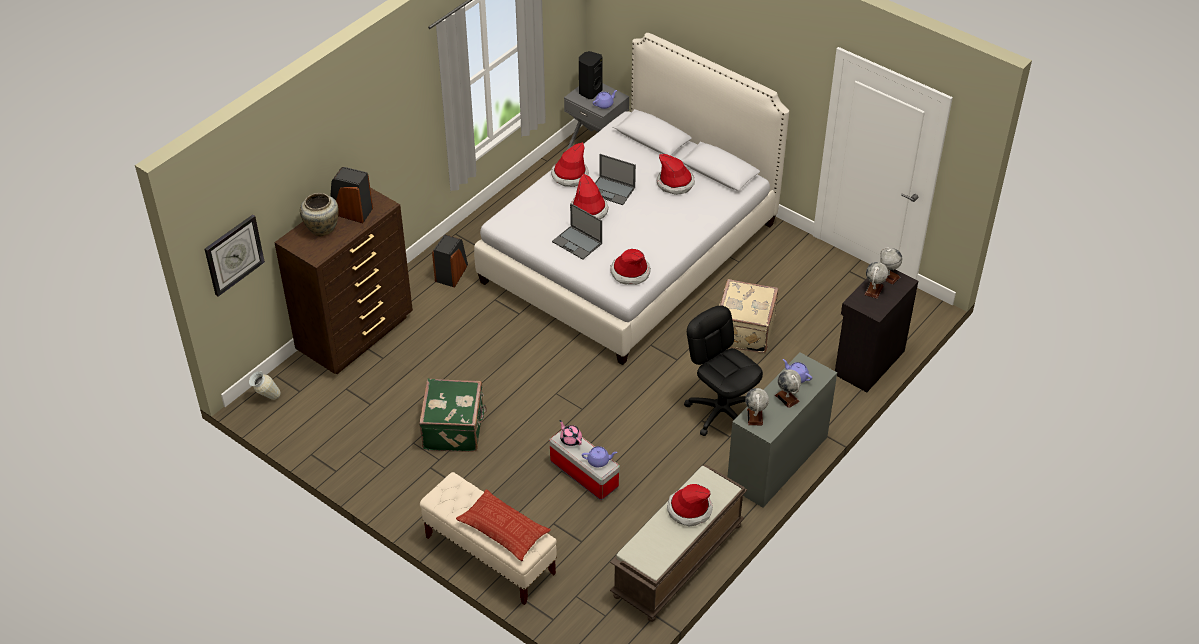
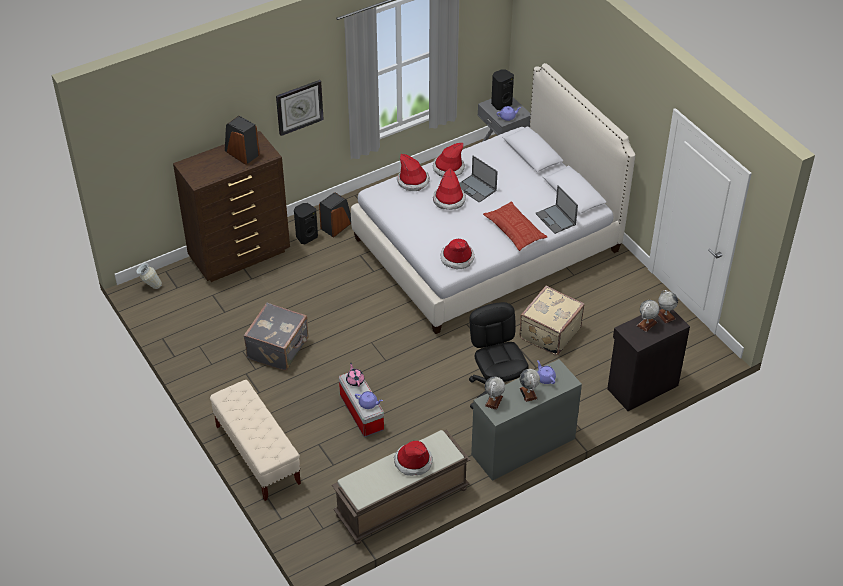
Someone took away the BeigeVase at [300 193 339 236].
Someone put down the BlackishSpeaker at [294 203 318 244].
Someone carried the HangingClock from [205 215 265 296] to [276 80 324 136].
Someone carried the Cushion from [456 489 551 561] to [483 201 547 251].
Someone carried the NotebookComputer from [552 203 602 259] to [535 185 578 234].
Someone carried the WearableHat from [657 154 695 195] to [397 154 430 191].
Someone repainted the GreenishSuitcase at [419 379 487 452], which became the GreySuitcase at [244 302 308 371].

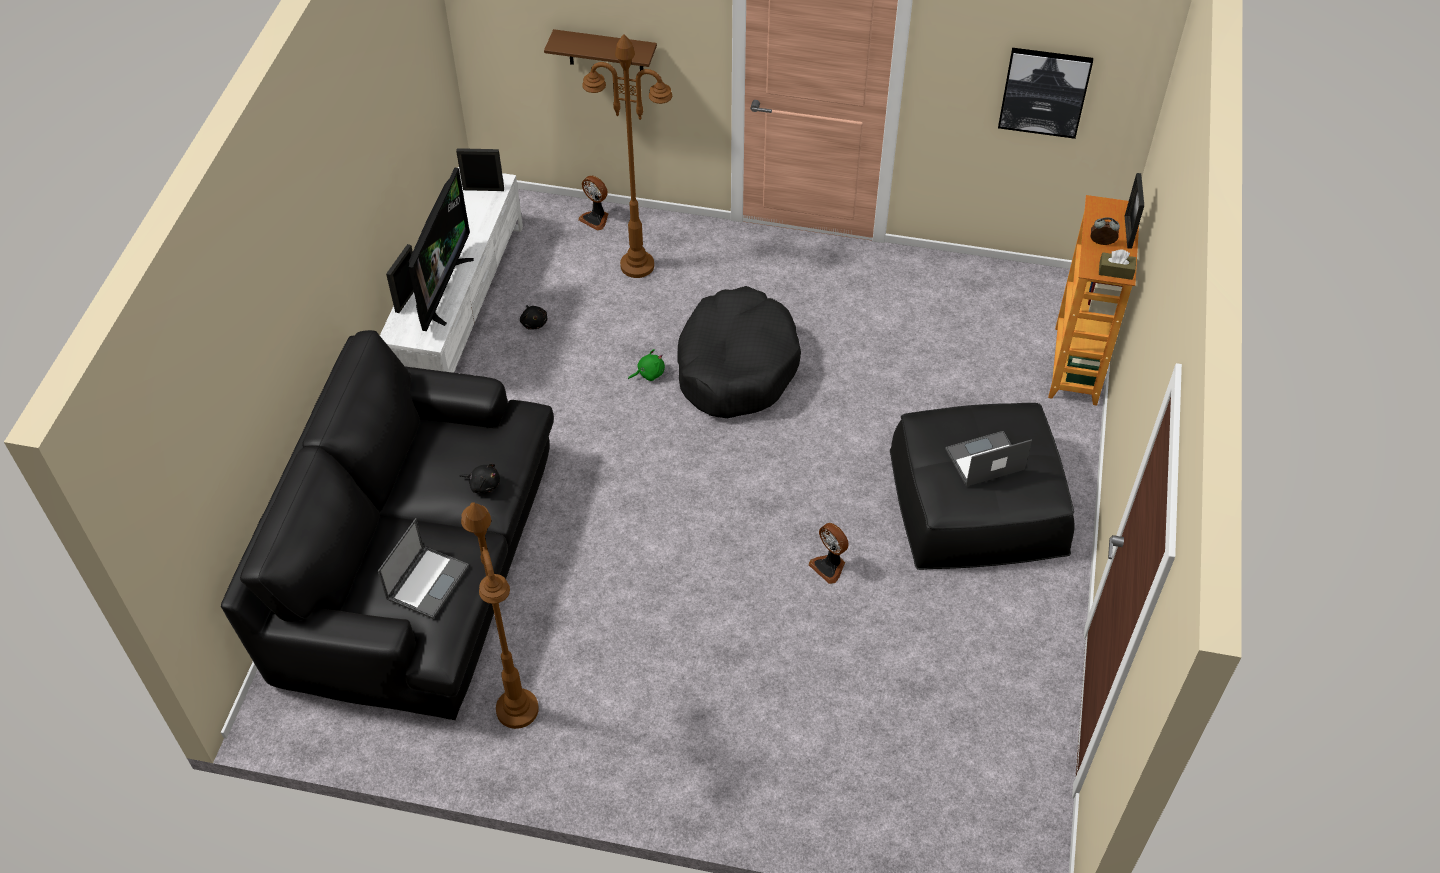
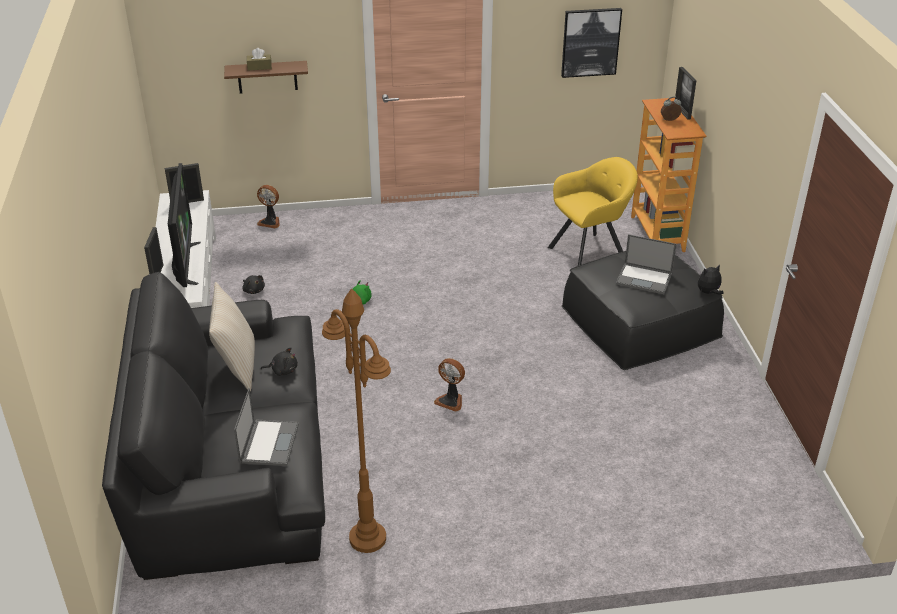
Someone took away the BrownishFloorLamp at [582 34 672 278].
Someone took away the BlackishPetBed at [678 286 801 418].
Someone put down the BeigeCushion at [209 282 255 391].
Someone put down the YellowColouredLoungeChair at [548 157 638 266].
Someone put down the CuddlyToy at [698 265 723 295].
Someone carried the ElectricFan from [809 523 849 584] to [434 358 465 412].
Someone carried the BrownishTissueHolder from [1099 250 1136 280] to [247 48 272 71].
Someone rotated the NotebookComputer at [945 431 1032 487] by 120 degrees counterclockwise.

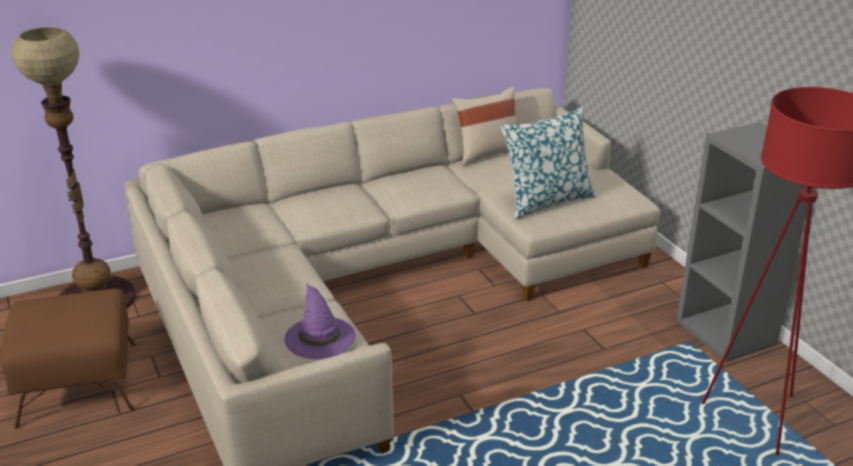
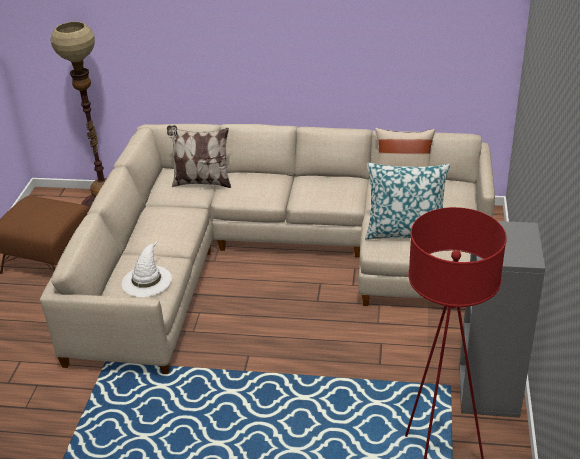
Someone put down the Cushion at [167 125 231 188].
Someone repainted the PurpleWearableHat at [285 283 355 359], which became the WhitishWearableHat at [122 242 172 297].

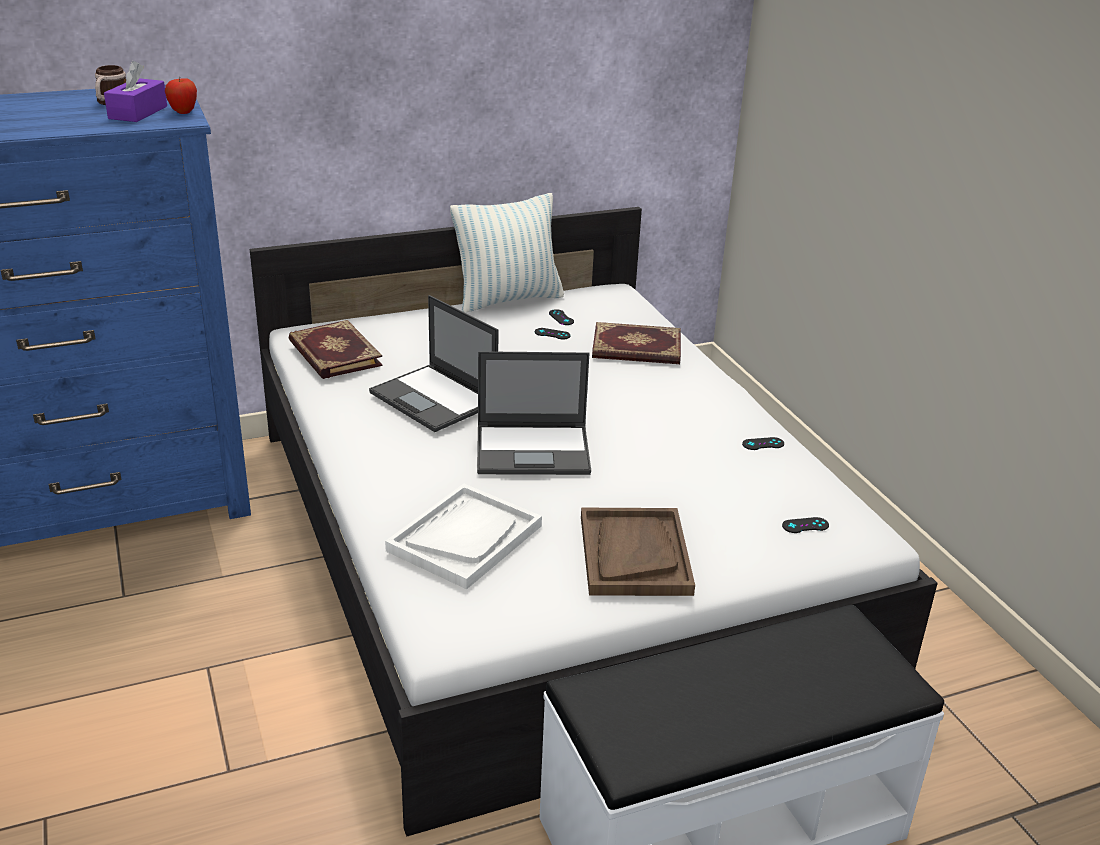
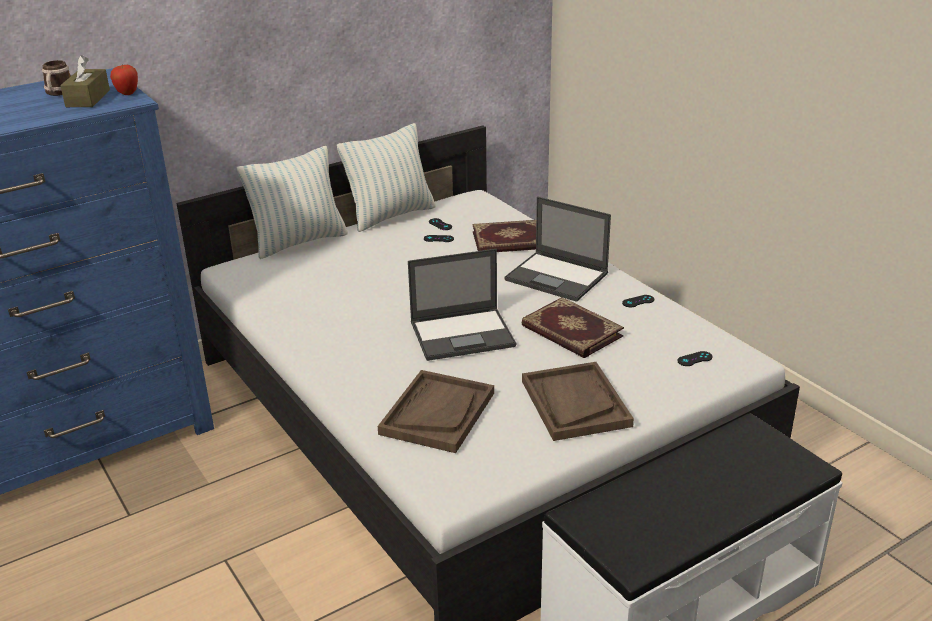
Someone put down the Cushion at [237 146 348 259].
Someone carried the Volume from [289 320 383 379] to [521 297 624 358].
Someone carried the NotebookComputer from [369 295 499 432] to [504 197 611 302].
Someone repainted the PurpleTissueHolder at [104 61 167 122], which became the BrownishTissueHolder at [60 55 110 107].
Someone repainted the WhitishCarryingTray at [385 484 542 589], which became the BrownishCarryingTray at [378 370 494 453].

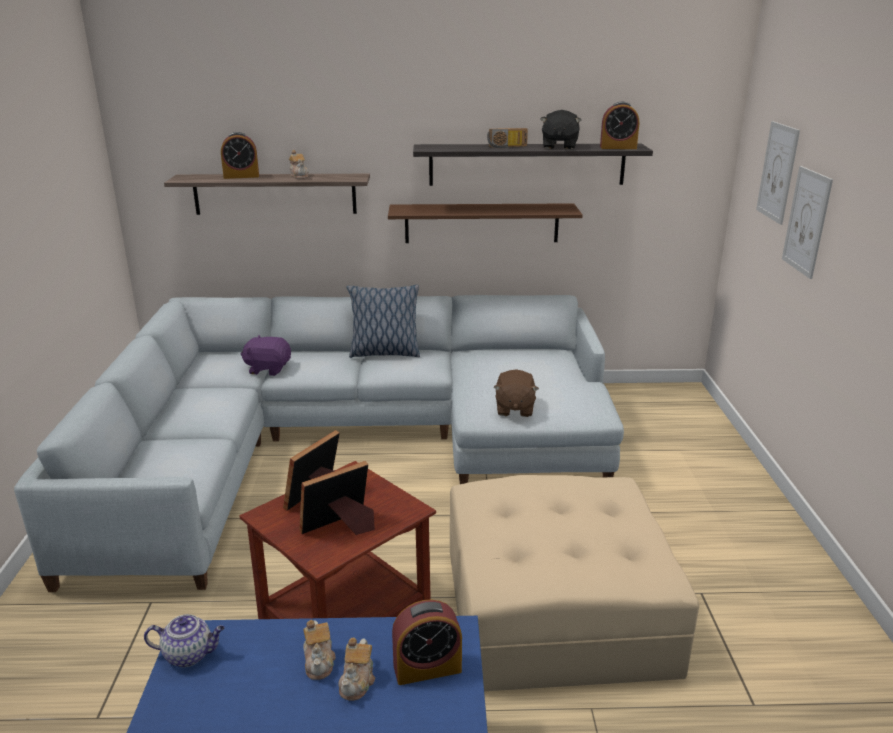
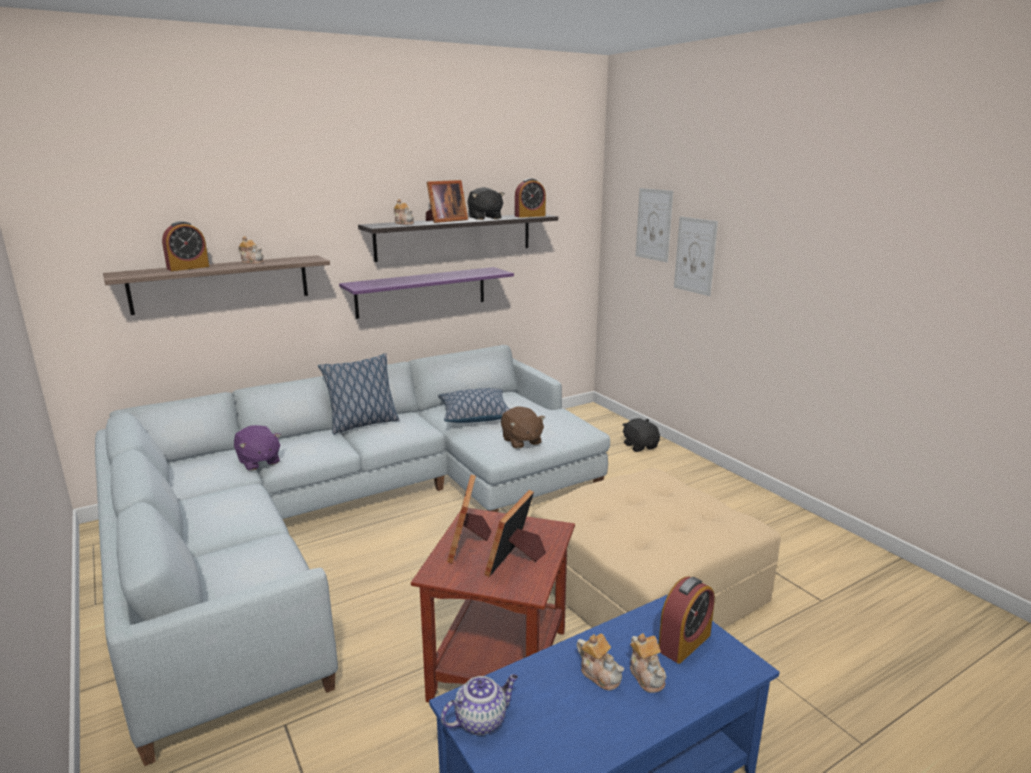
Someone put down the TeaPot at [394 199 414 225].
Someone put down the Cushion at [438 388 509 423].
Someone put down the BlackishCuddlyToy at [622 418 660 452].
Someone swapped the RadioSet at [487 128 528 148] for the PictureFrame at [426 180 468 223].
Someone repainted the BrownishShelf at [388 203 583 243], which became the PurpleShelf at [339 267 514 319].
Someone rotated the PurpleCuddlyToy at [241 335 291 376] by 105 degrees counterclockwise.

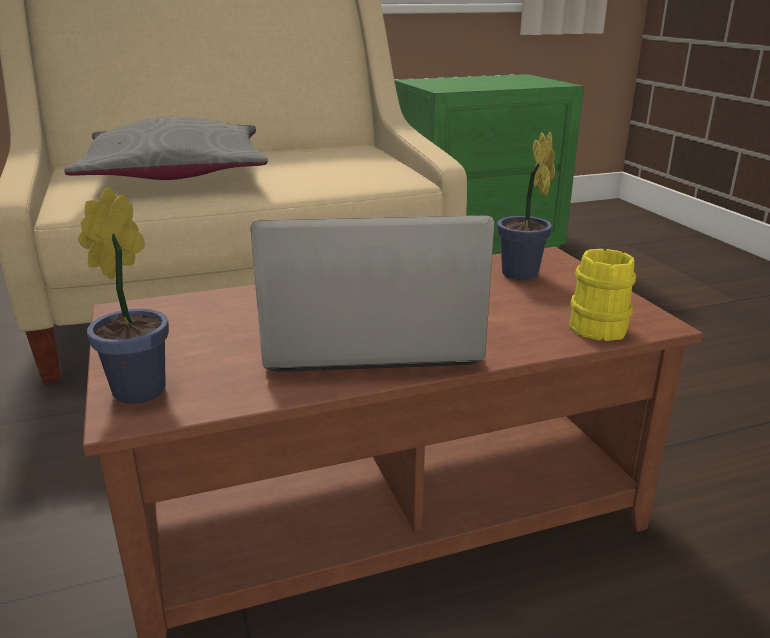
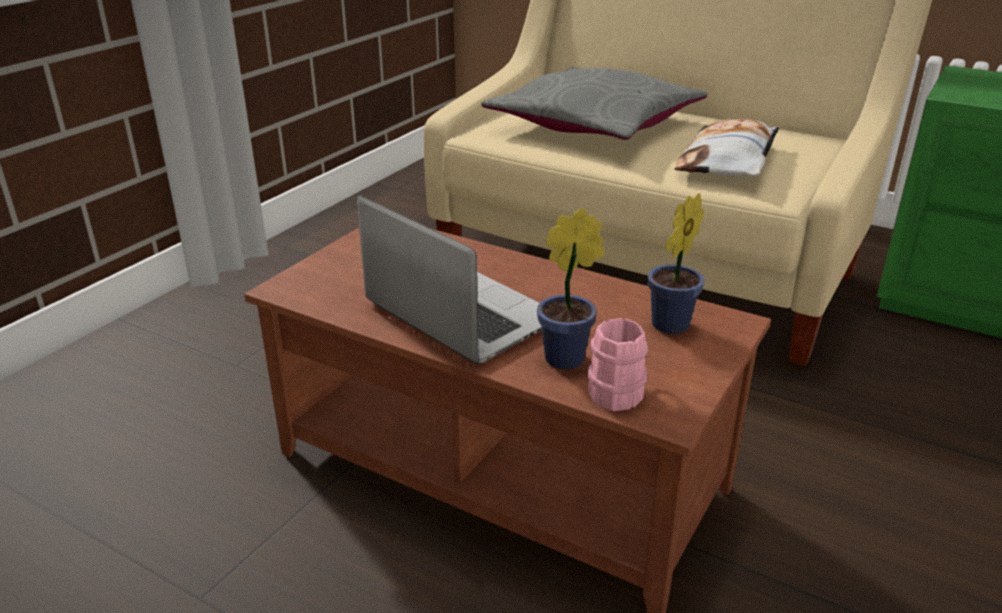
Someone put down the Cushion at [674 119 779 177].
Someone carried the PottedPlant from [78 187 169 404] to [537 208 604 369].
Someone repainted the YellowColouredCoffeeMug at [569 249 636 341], which became the PinkCoffeeMug at [588 318 648 411].

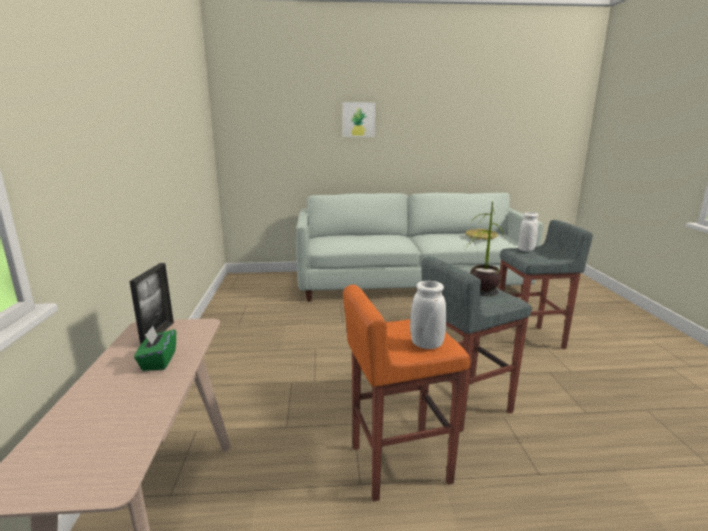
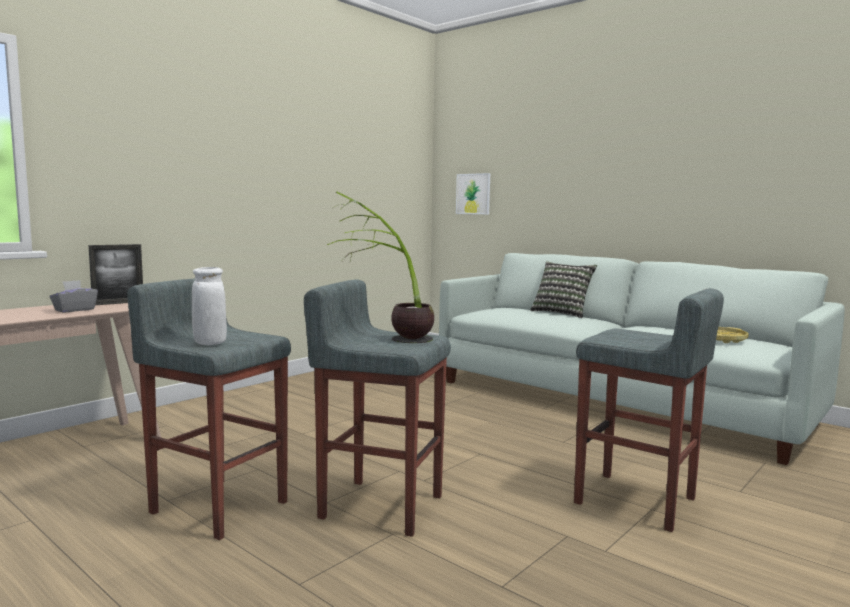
Someone took away the WhitishVase at [518 212 538 252].
Someone put down the Cushion at [530 261 597 318].
Someone carried the WallArt from [343 103 375 137] to [456 173 490 214].
Someone repainted the GreenishTissueHolder at [134 326 176 371], which became the GreyTissueHolder at [50 280 98 312].
Someone repainted the OrangeyStoolSeat at [343 285 471 502], which became the GreyStoolSeat at [127 278 291 540].

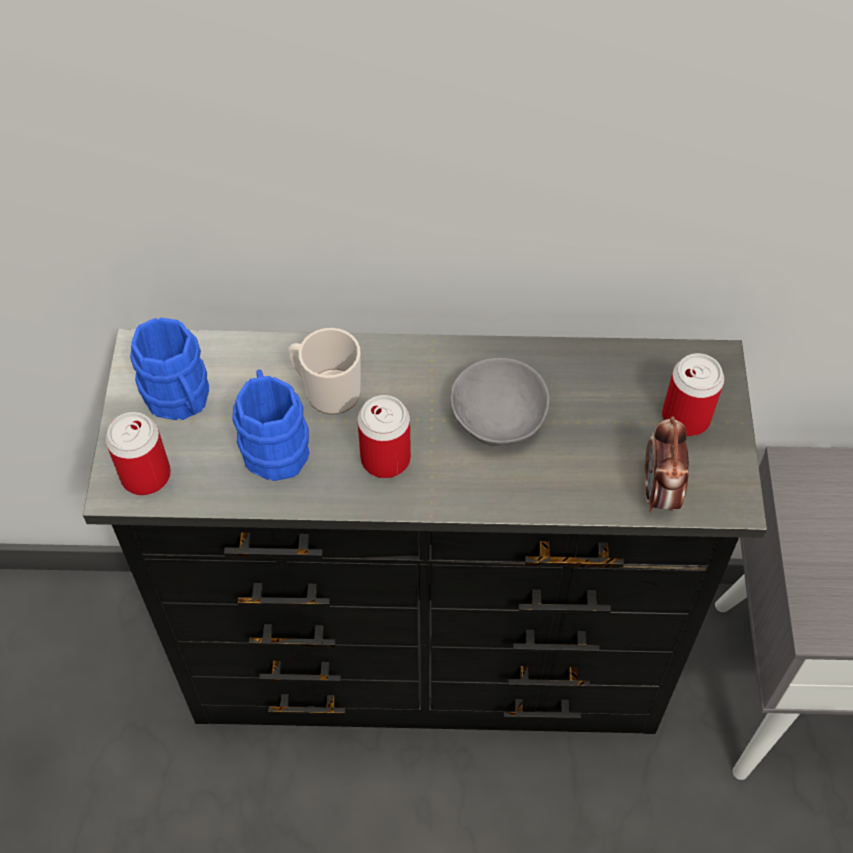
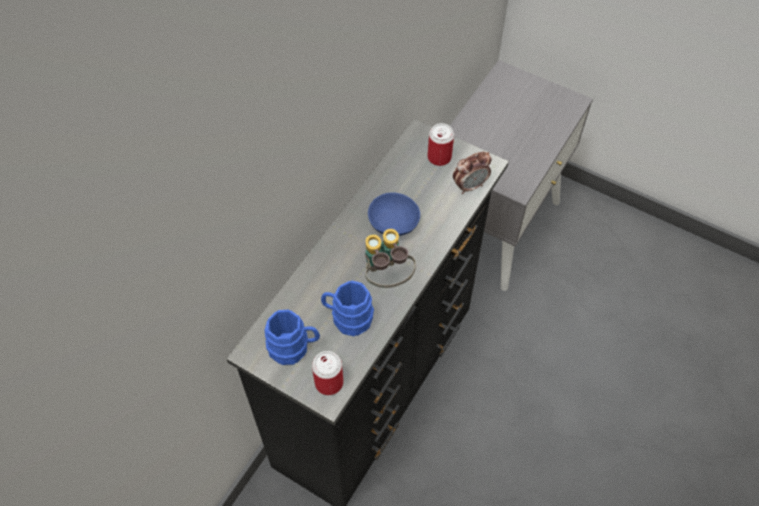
Someone took away the CoffeeMug at [288 328 361 415].
Someone swapped the MetalCan at [358 395 411 478] for the PairOfBinoculars at [365 229 416 288].
Someone repainted the GreyBowl at [450 358 549 446], which became the BlueBowl at [368 192 420 235].
Someone rotated the TableClock at [644 416 689 512] by 60 degrees counterclockwise.

